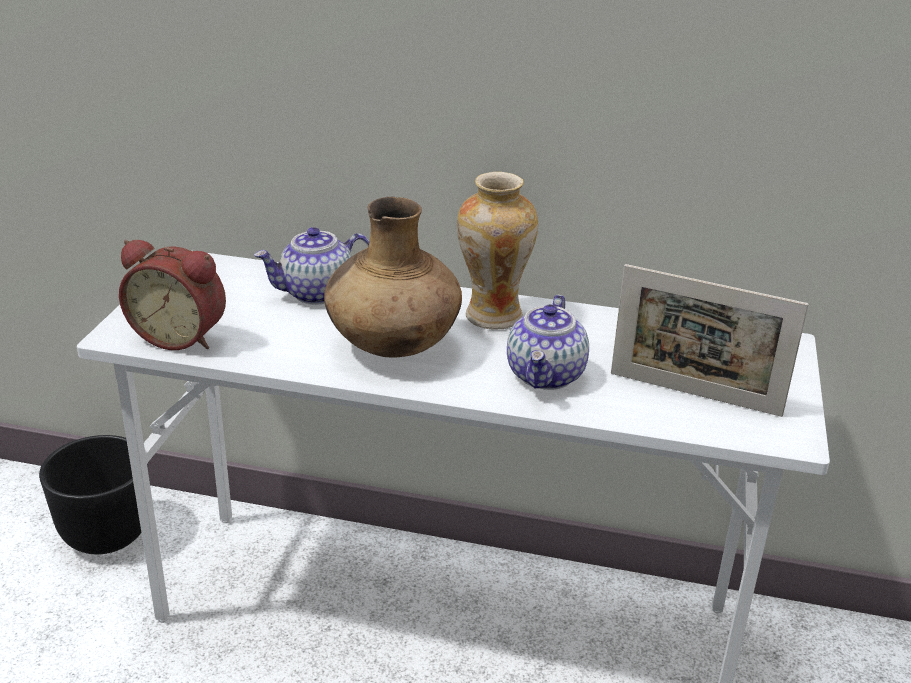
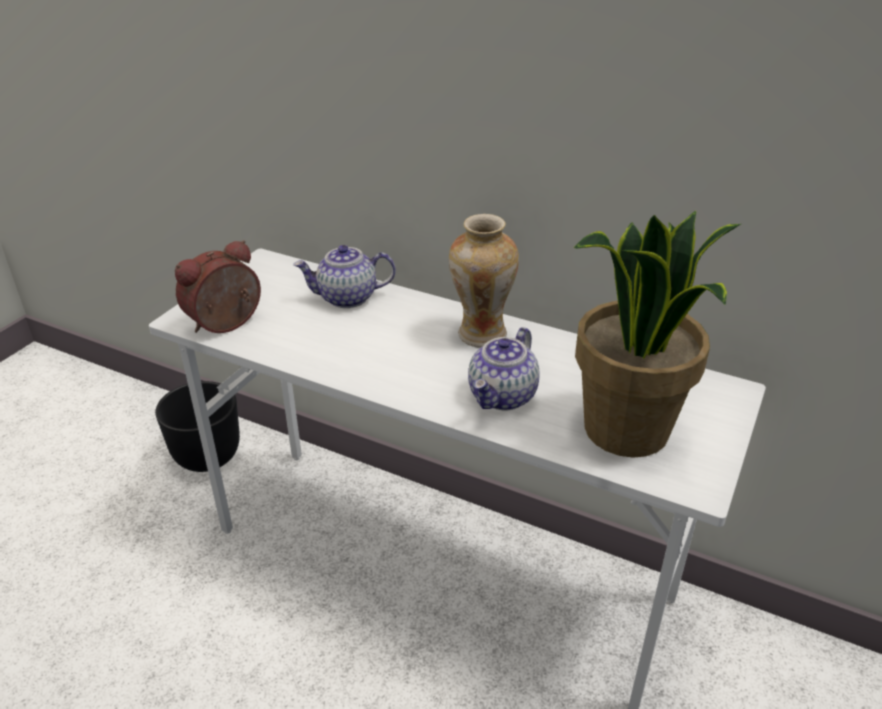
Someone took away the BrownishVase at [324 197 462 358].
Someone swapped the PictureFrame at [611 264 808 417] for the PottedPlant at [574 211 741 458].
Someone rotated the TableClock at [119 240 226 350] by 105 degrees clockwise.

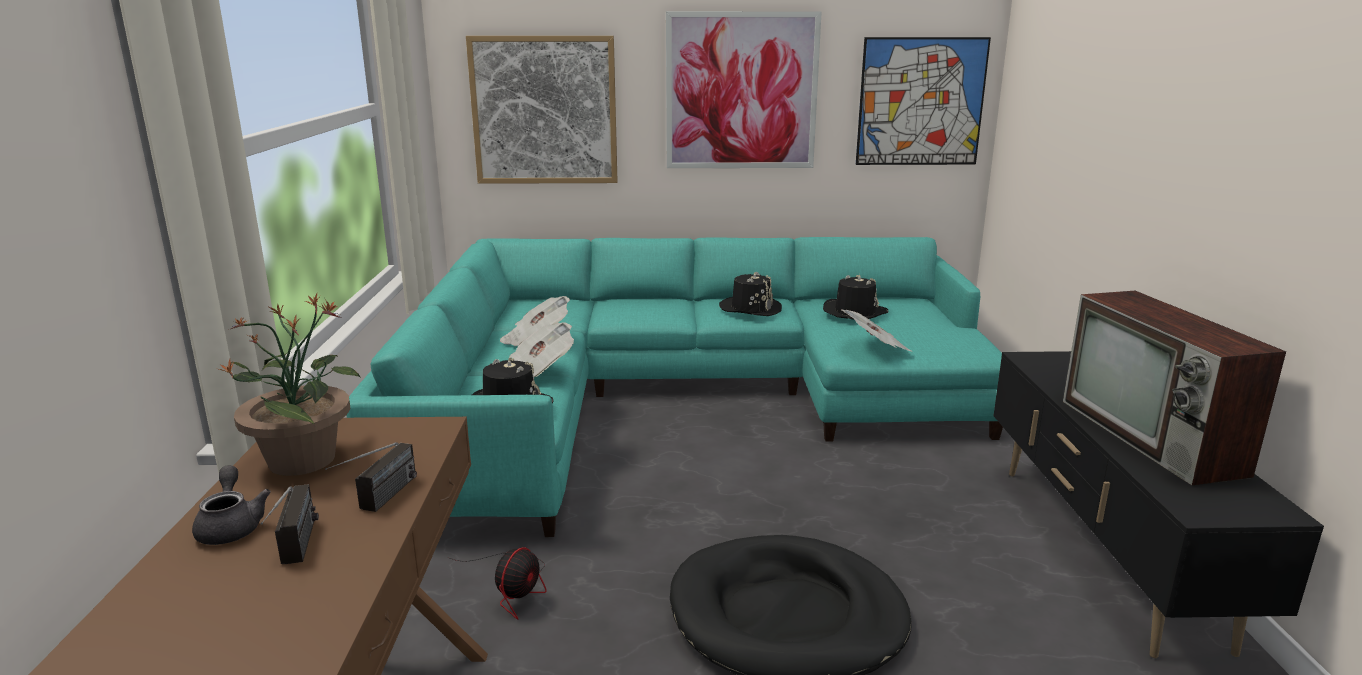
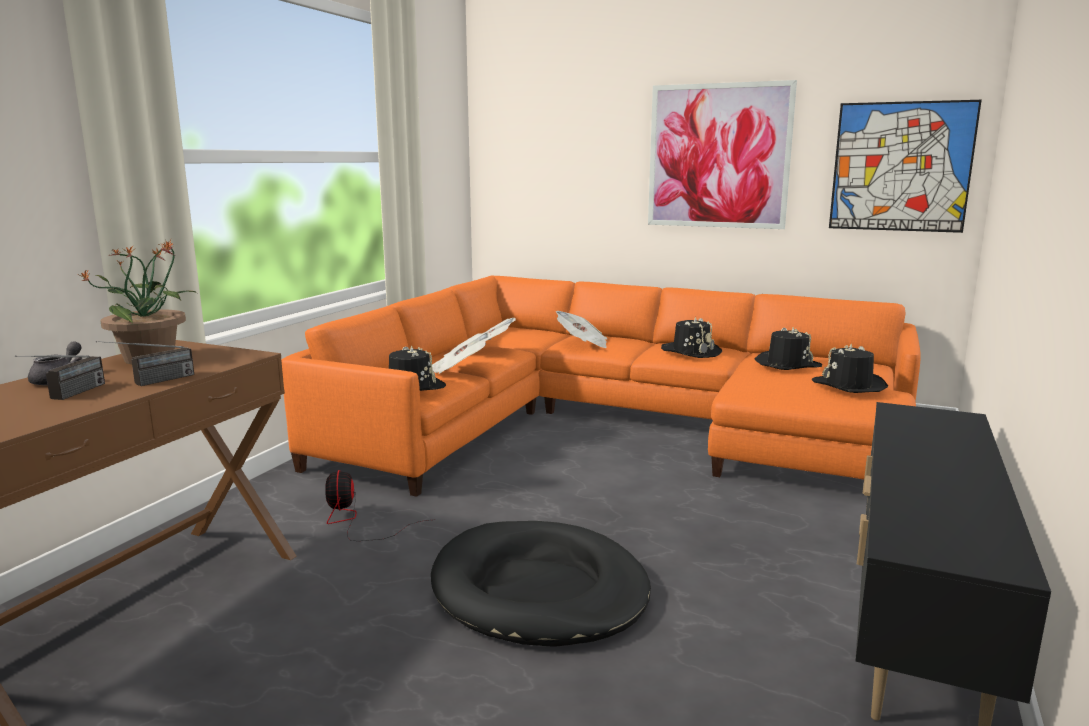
Someone took away the WallArt at [466 36 618 184].
Someone took away the Television at [1063 291 1286 485].
Someone put down the BlackishWearableHat at [812 344 888 393].
Someone carried the PrintedPaper from [841 309 913 352] to [556 311 607 348].
Someone repainted the TurquoiseSettee at [346 237 1003 537], which became the OrangeySettee at [281 276 920 497].
Someone rotated the ElectricFan at [447 547 547 620] by 120 degrees clockwise.

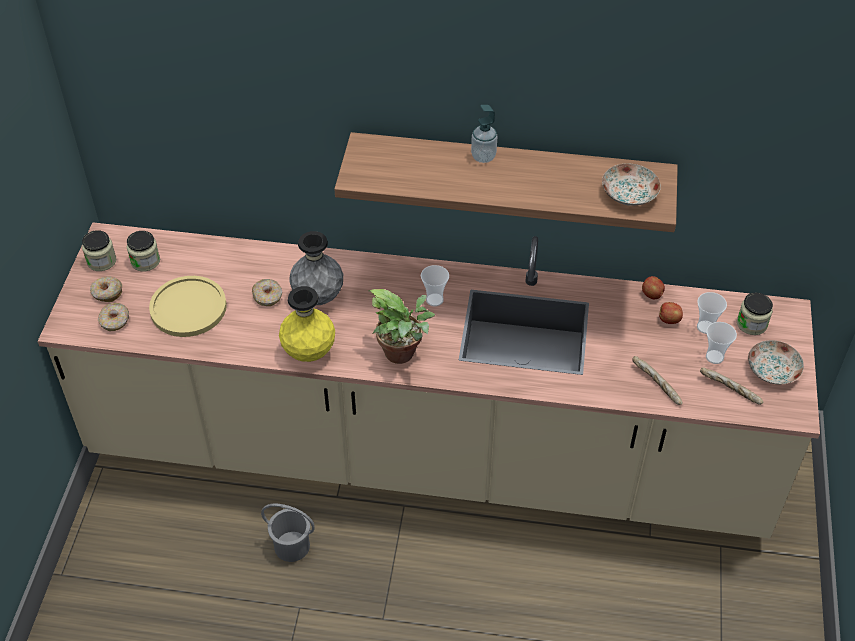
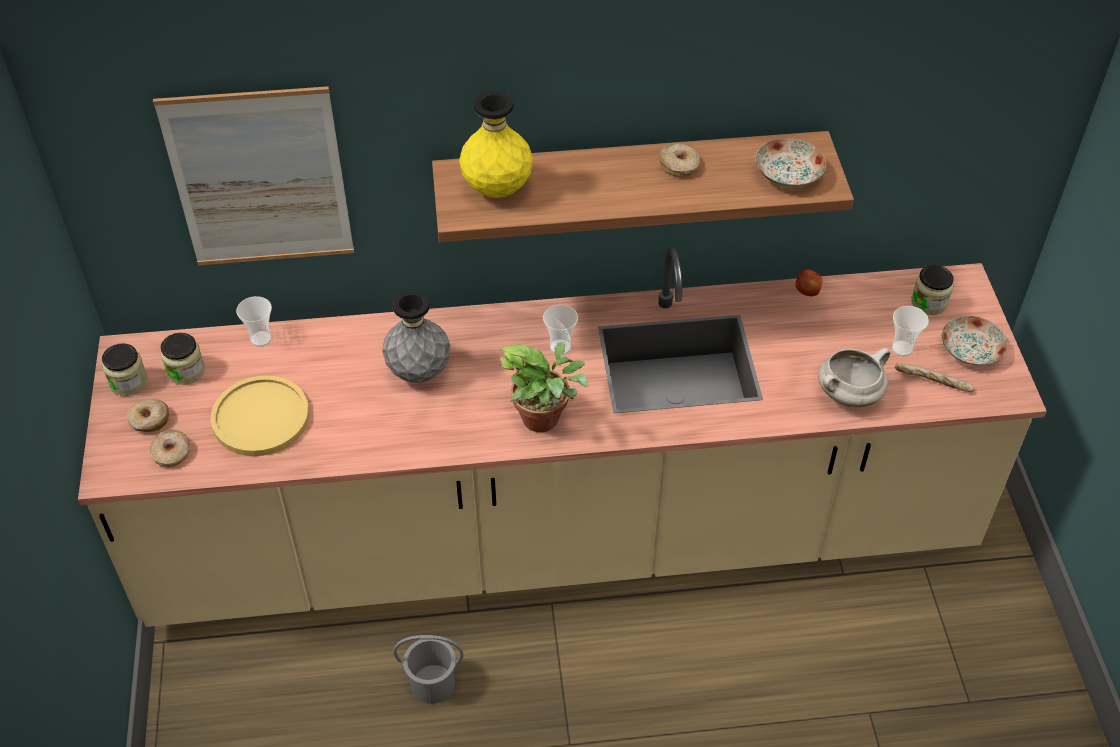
Someone took away the LiquidSoapBottle at [471 105 497 163].
Someone took away the WholeApple at [659 302 683 324].
Someone put up the WallArt at [153 86 354 265].
Someone carried the RingDoughnut from [252 279 282 306] to [659 143 700 177].
Someone carried the YellowColouredVase from [279 286 335 362] to [459 91 533 198].
Someone carried the DrinkingCup from [697 292 727 334] to [236 296 272 347].
Someone swapped the BakedBread at [632 356 682 405] for the WhitishCookingPot at [818 348 890 407].

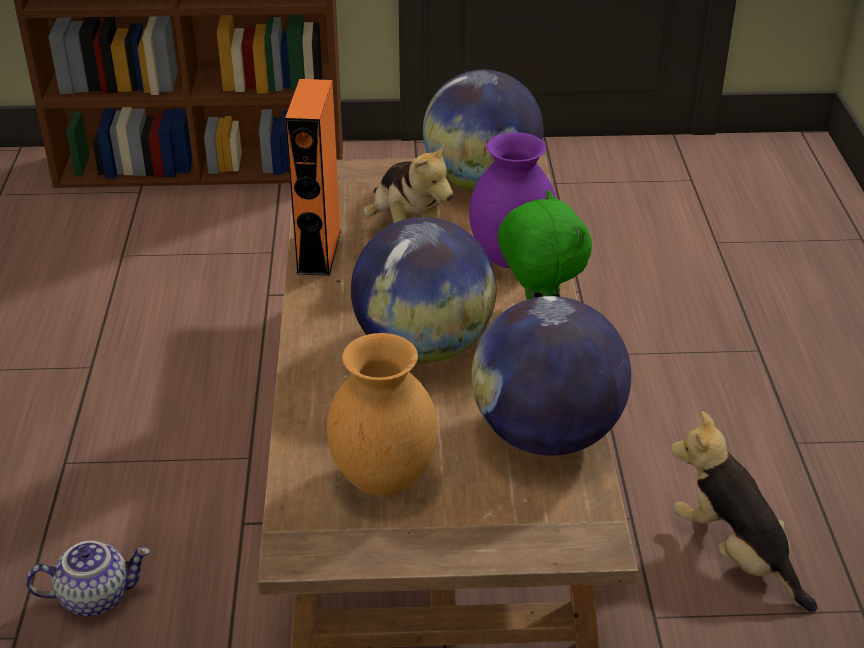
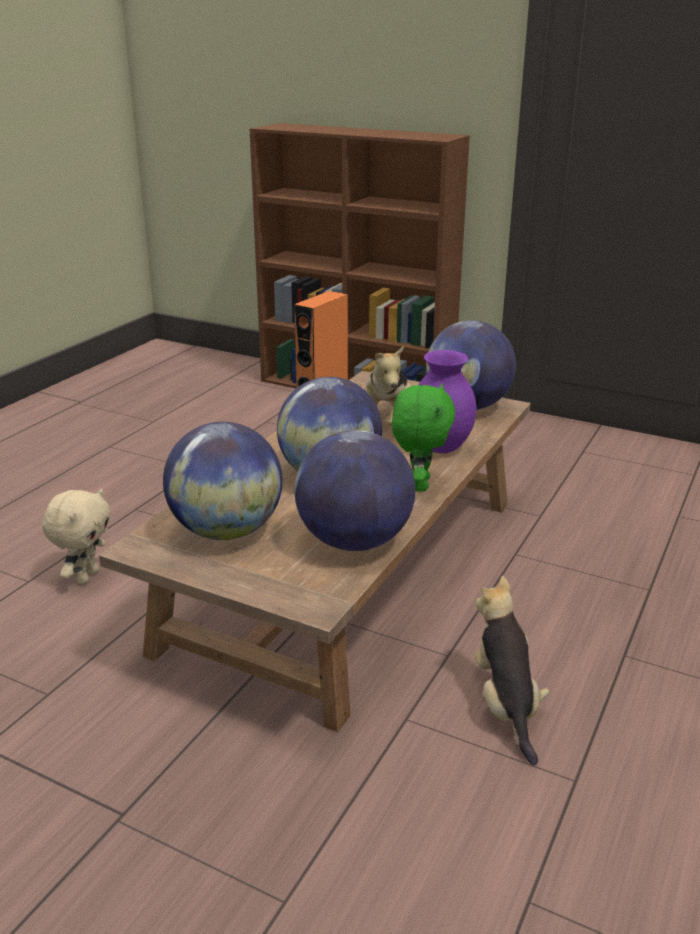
Someone swapped the TeaPot at [26 541 150 616] for the BeigeCuddlyToy at [42 489 111 585].
Someone swapped the BrownishVase at [327 333 438 496] for the DeskGlobe at [163 422 283 540].

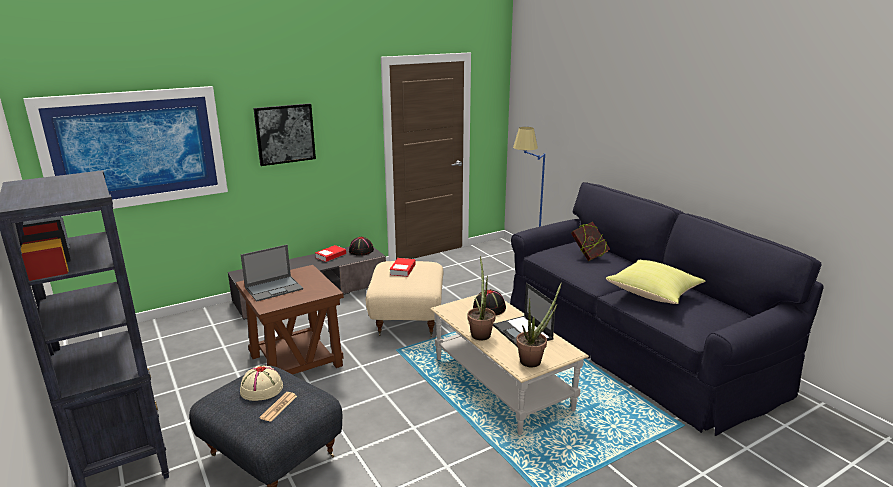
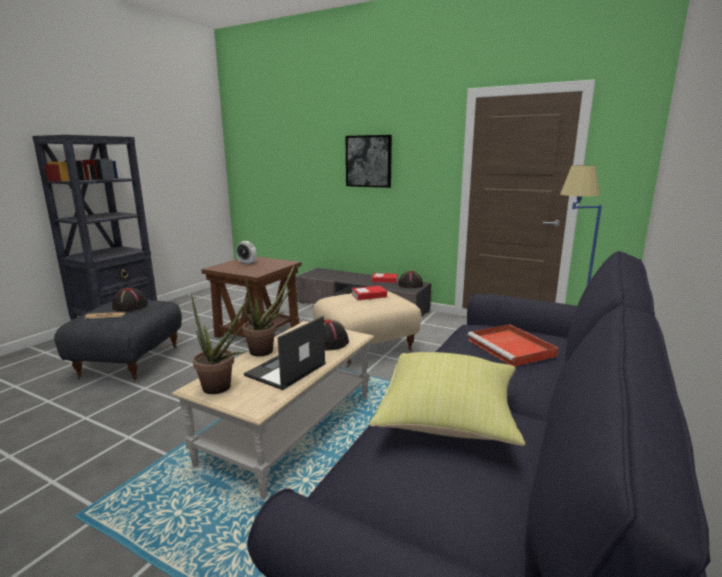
Someone took away the WallArt at [23 86 228 216].
Someone swapped the NotebookComputer at [241 245 303 302] for the TableClock at [236 241 256 265].
Someone swapped the Volume at [571 222 610 261] for the RedColouredCarryingTray at [468 324 558 366].
Someone repainted the BeigeWearableHat at [240 365 283 401], which became the BlackishWearableHat at [112 288 148 311].

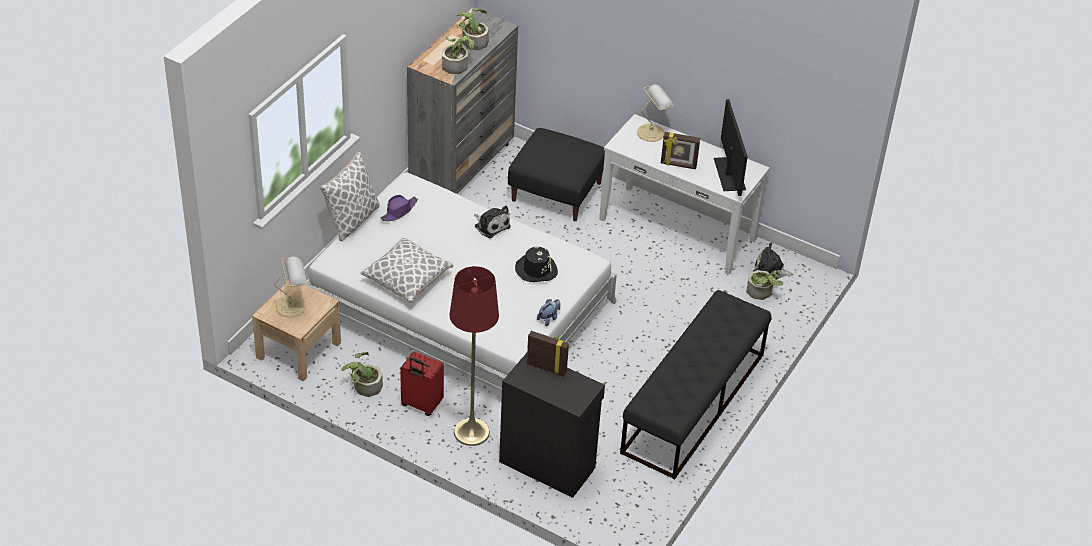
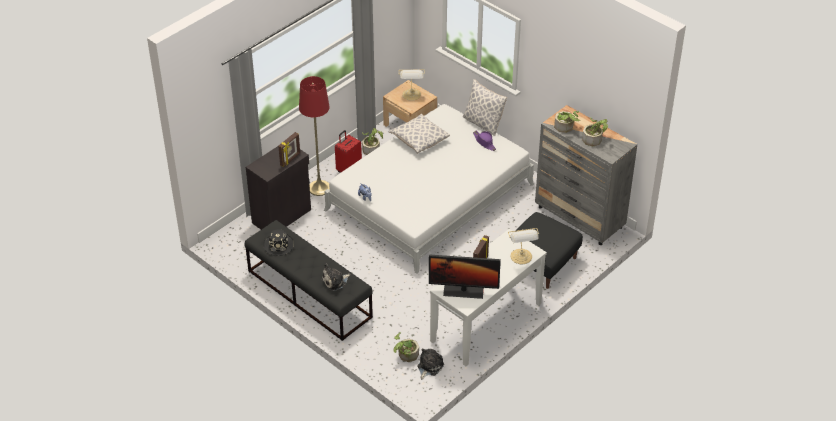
Someone carried the CuddlyToy from [474 206 511 238] to [321 263 351 291].
Someone carried the BlackishWearableHat from [515 247 558 282] to [263 229 294 256].

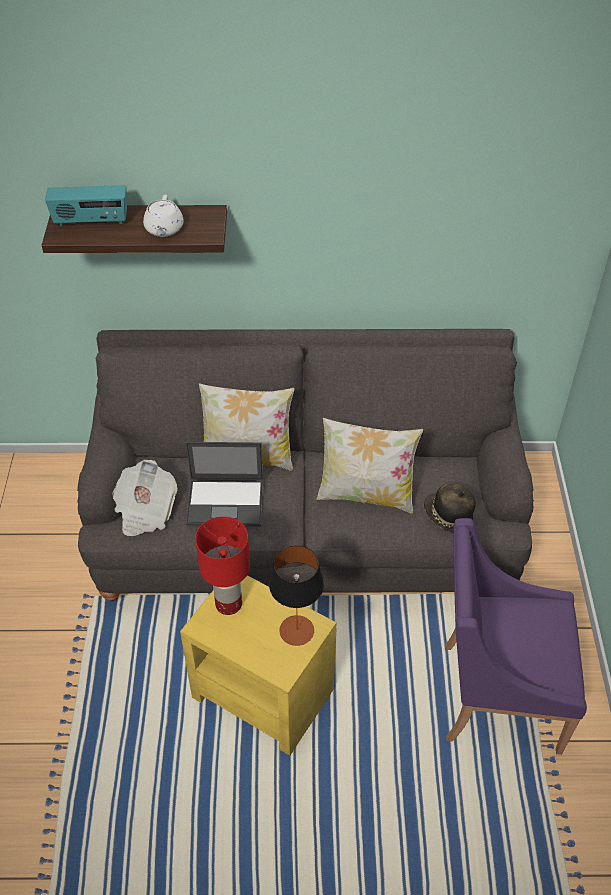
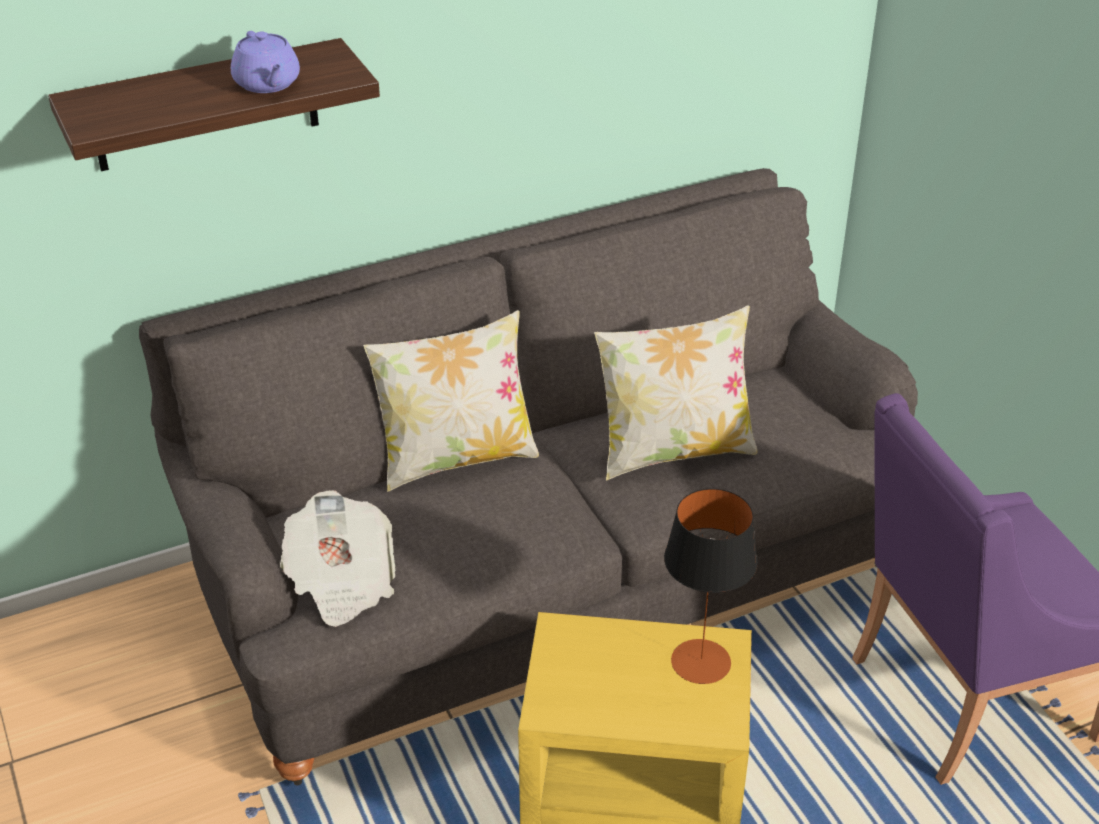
Someone took away the RadioSet at [45 185 127 226].
Someone took away the NotebookComputer at [186 442 263 526].
Someone took away the RedColouredLampForATable at [195 516 250 615].
Someone took away the WearableHat at [424 483 476 533].
Someone repainted the WhitishTeaPot at [143 195 184 237], which became the PurpleTeaPot at [231 31 300 93].

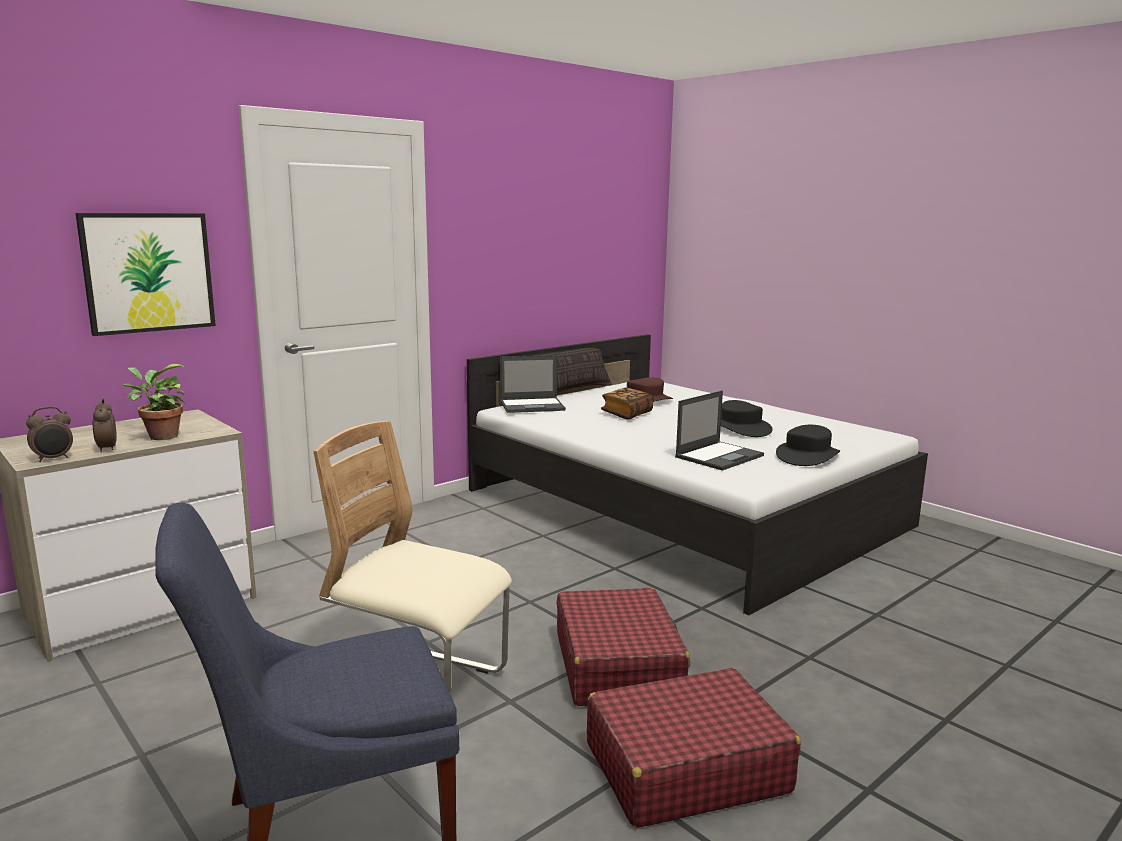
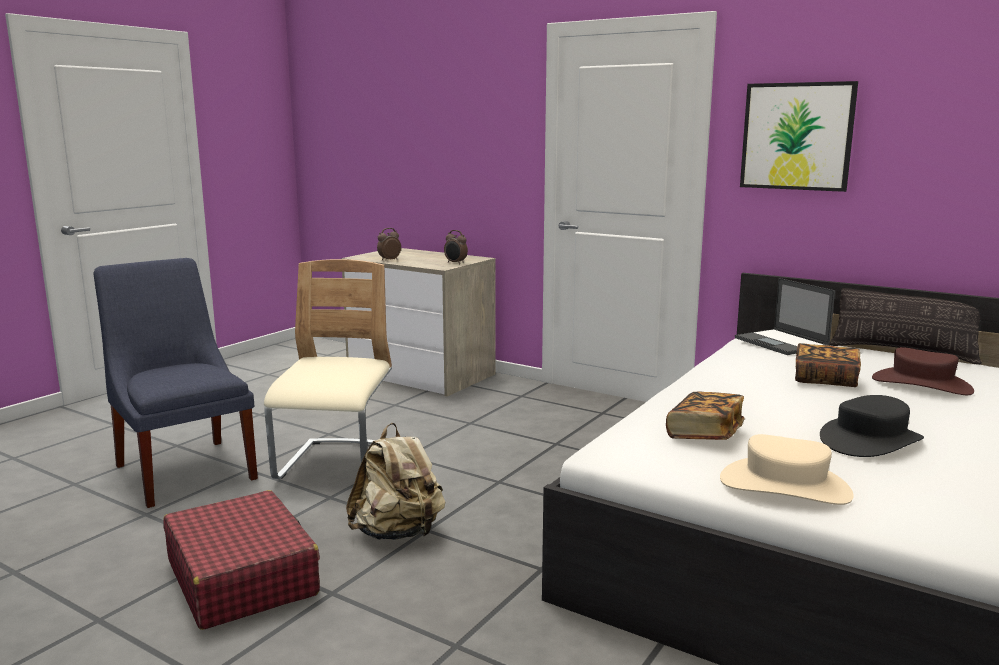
Someone took away the PottedPlant at [123 364 185 440].
Someone carried the TableClock from [26 407 73 462] to [444 230 468 264].
Someone carried the WallArt from [76 213 216 336] to [740 81 858 192].
Someone swapped the RedColouredSuitcase at [557 588 690 706] for the BeigeBackpack at [346 423 445 540].
Someone swapped the NotebookComputer at [675 390 764 471] for the Volume at [666 391 745 440].
Someone repainted the BlackishWearableHat at [776 425 840 466], which became the BeigeWearableHat at [720 434 854 505].

